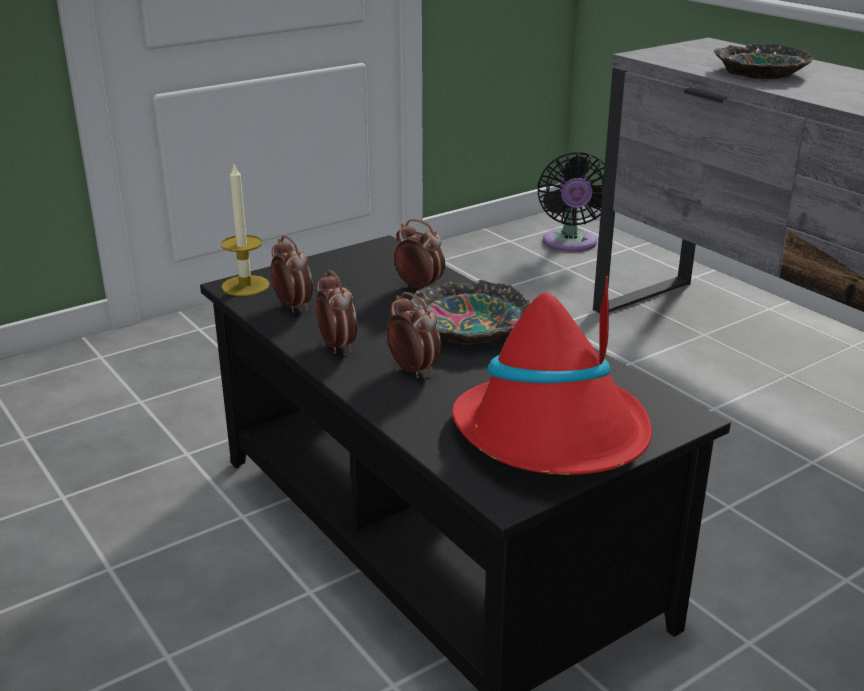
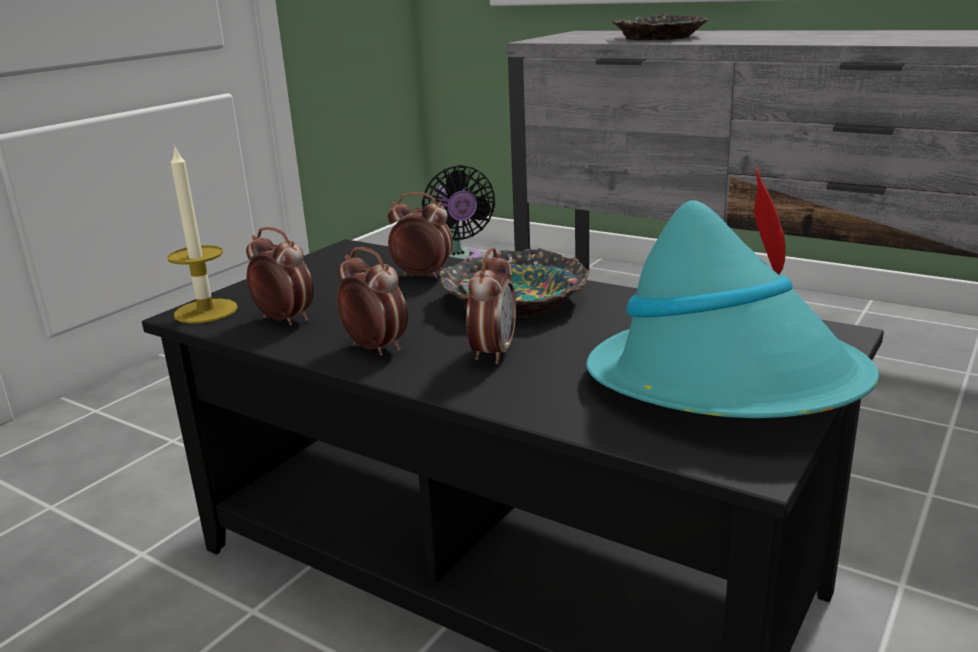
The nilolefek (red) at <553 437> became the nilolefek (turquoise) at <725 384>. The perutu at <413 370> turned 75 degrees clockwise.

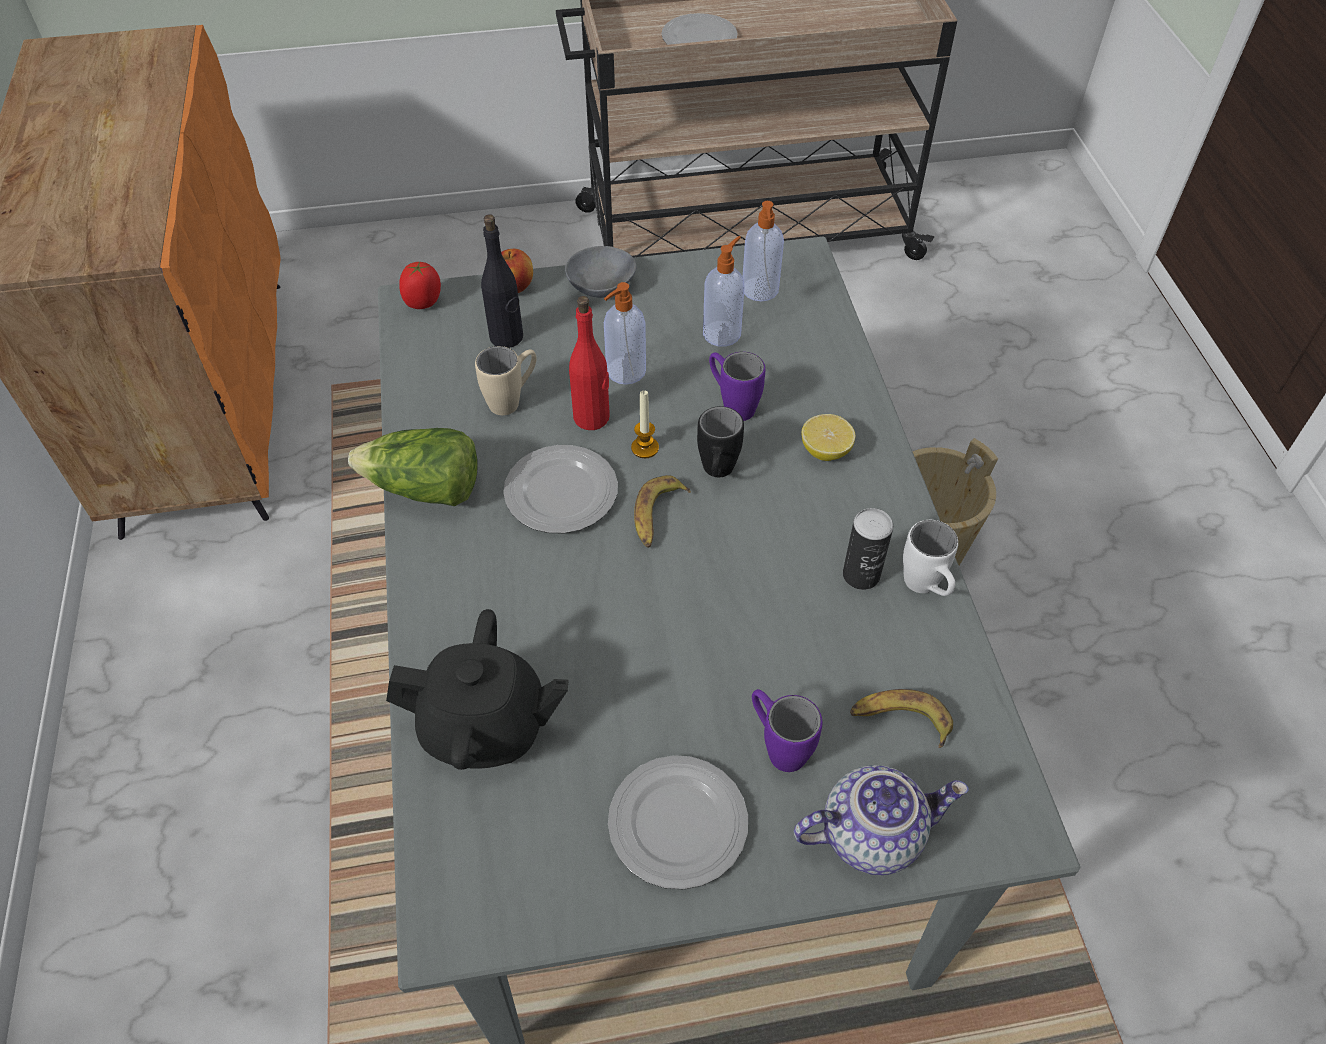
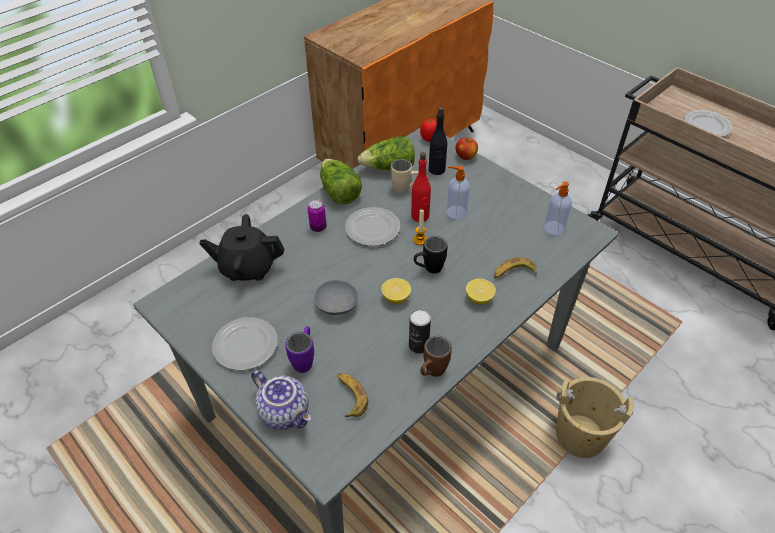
The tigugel at <722 333> disappeared. The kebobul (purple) at <732 405> disappeared. The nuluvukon at <318 227> appeared. The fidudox at <389 168> appeared. The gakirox at <396 298> appeared. The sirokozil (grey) moved from <602 283> to <338 304>. The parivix moved from <657 516> to <513 273>. The kebobul (white) at <925 589> became the kebobul (brown) at <432 373>. The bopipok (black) at <485 727> turned 120 degrees clockwise.

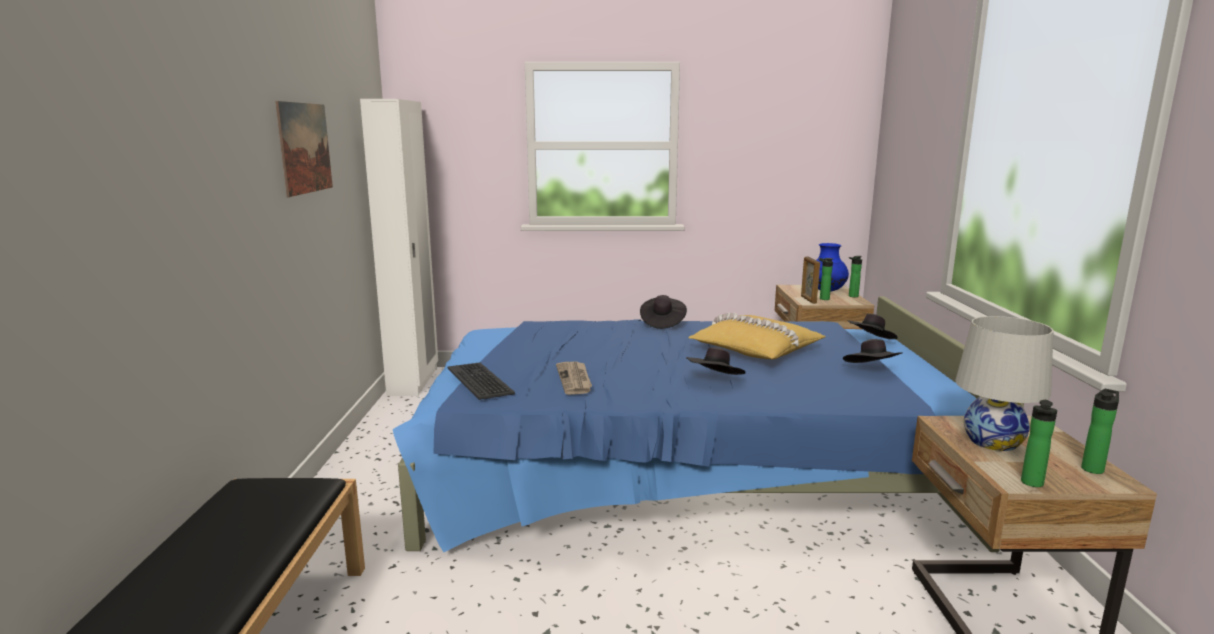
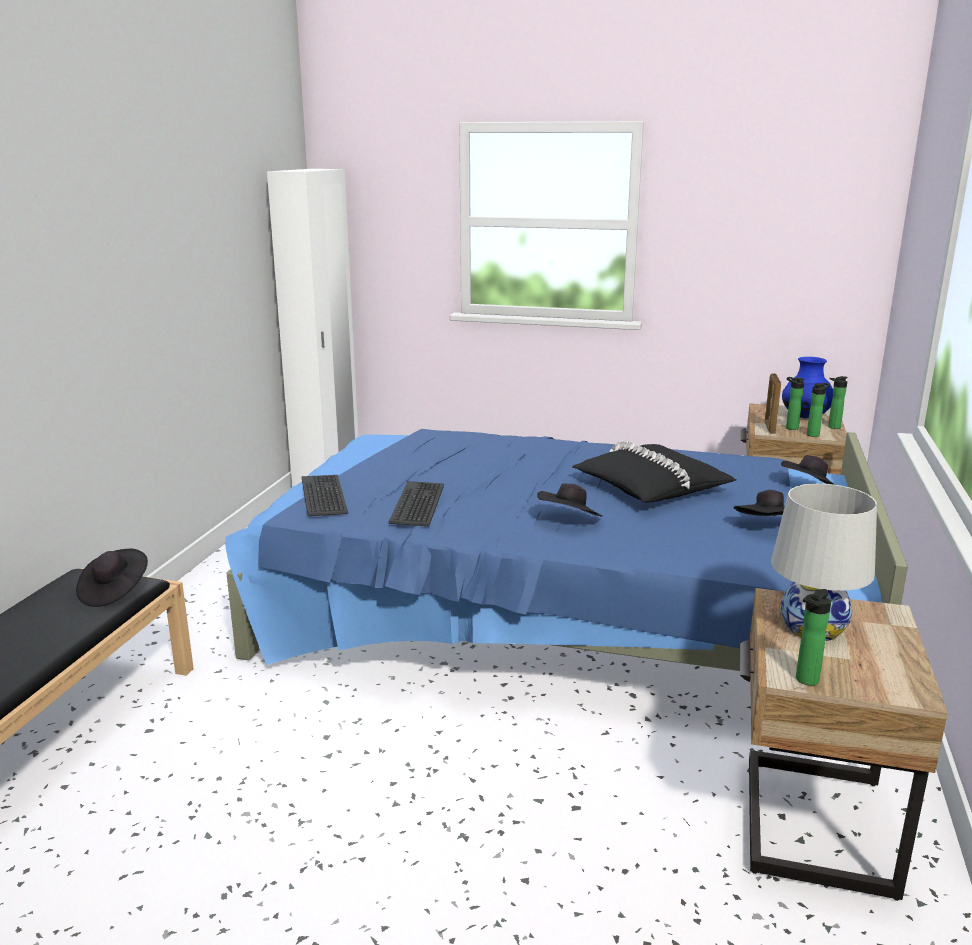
The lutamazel at <305 148> disappeared. The nilolefek (black) moved from <662 322> to <114 592>. The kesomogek moved from <1093 468> to <814 435>. The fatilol at <575 380> was replaced by the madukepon at <418 504>. The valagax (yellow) at <755 349> became the valagax (black) at <650 487>.

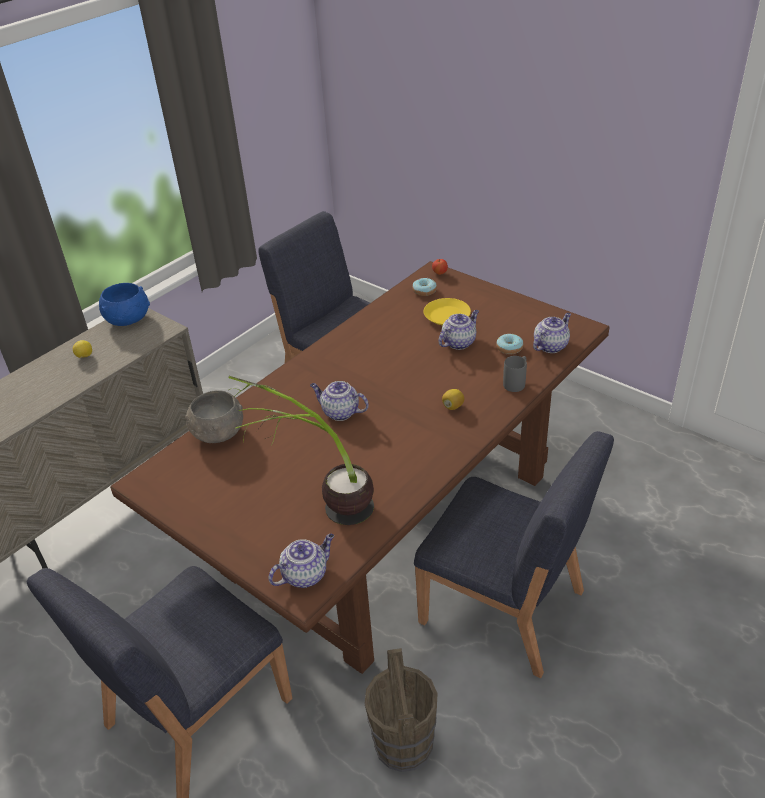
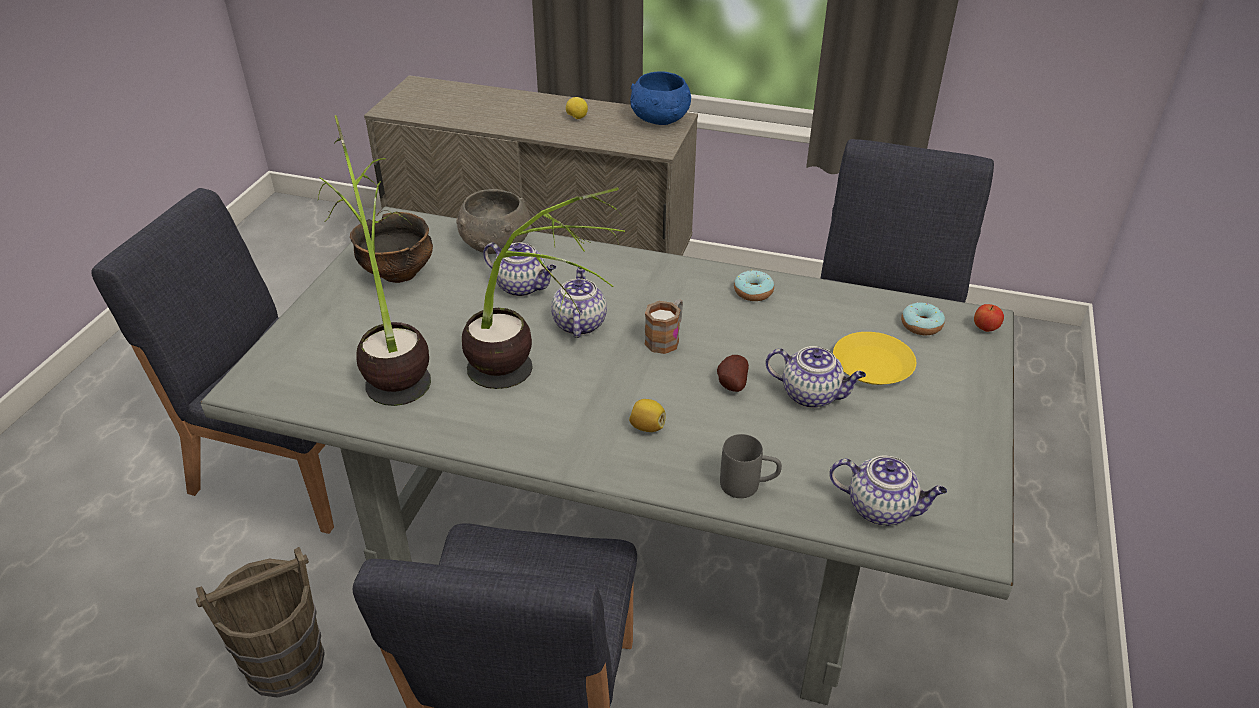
The sirokozil at <398 273> appeared. The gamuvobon at <536 377> appeared. The kebobul at <666 338> appeared. The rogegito at <731 384> appeared. The bopipok moved from <305 574> to <523 287>. The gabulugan moved from <509 348> to <753 292>. The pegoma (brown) at <390 522> became the pegoma (grey) at <633 536>.

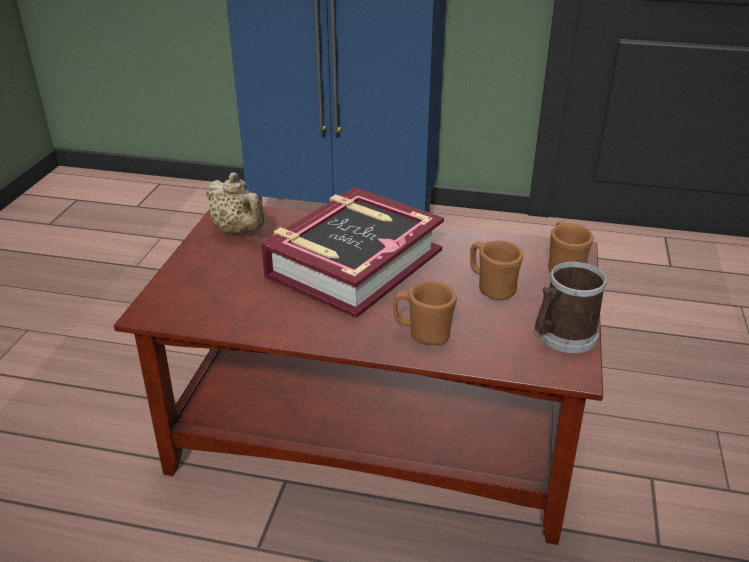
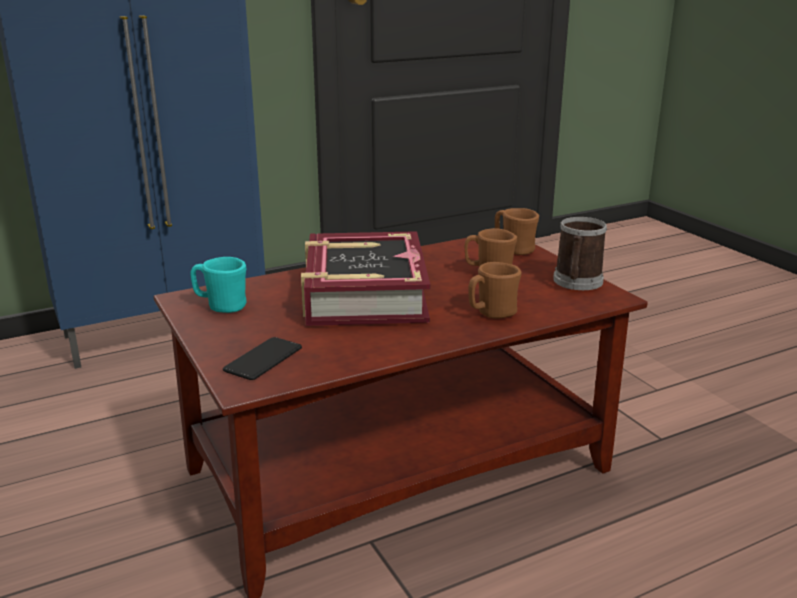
The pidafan at <263 359> appeared. The bopipok (beige) at <239 231> was replaced by the kebobul (turquoise) at <221 306>.

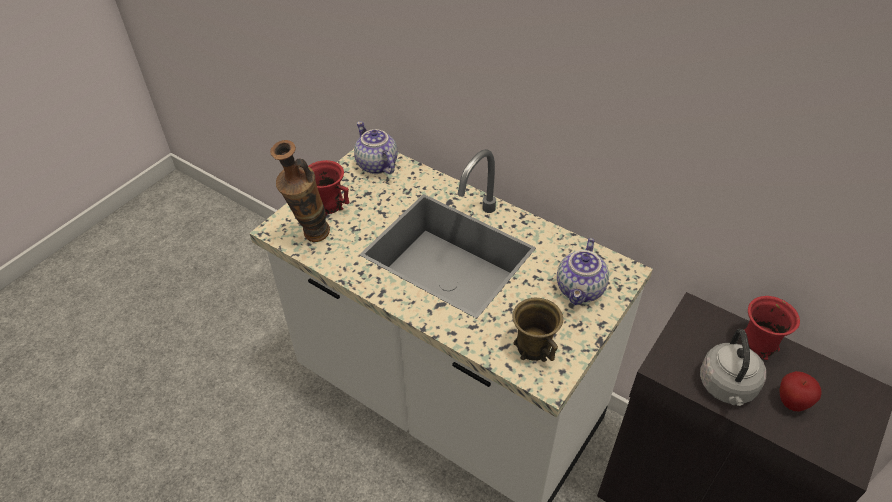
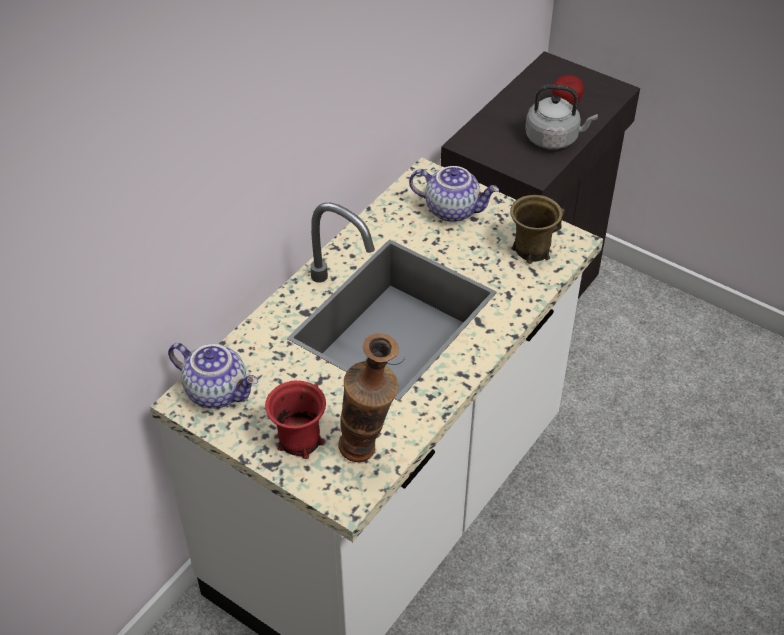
The kebobul (red) at <757 343> disappeared. The bopipok at <375 165> turned 120 degrees counterclockwise.

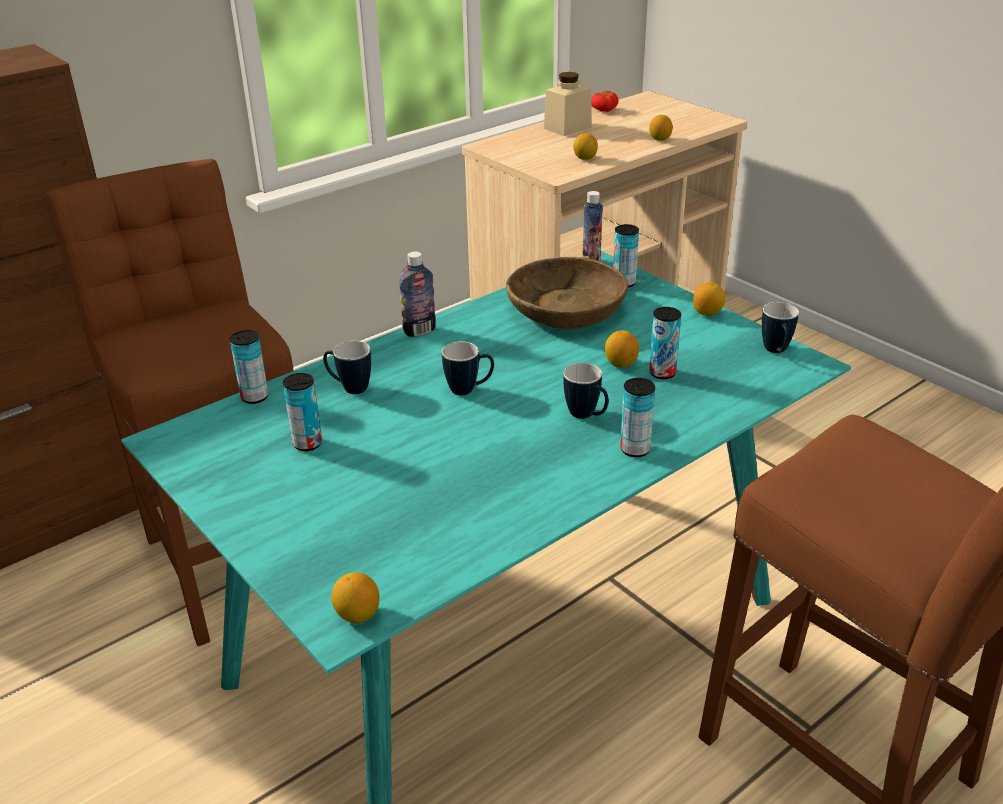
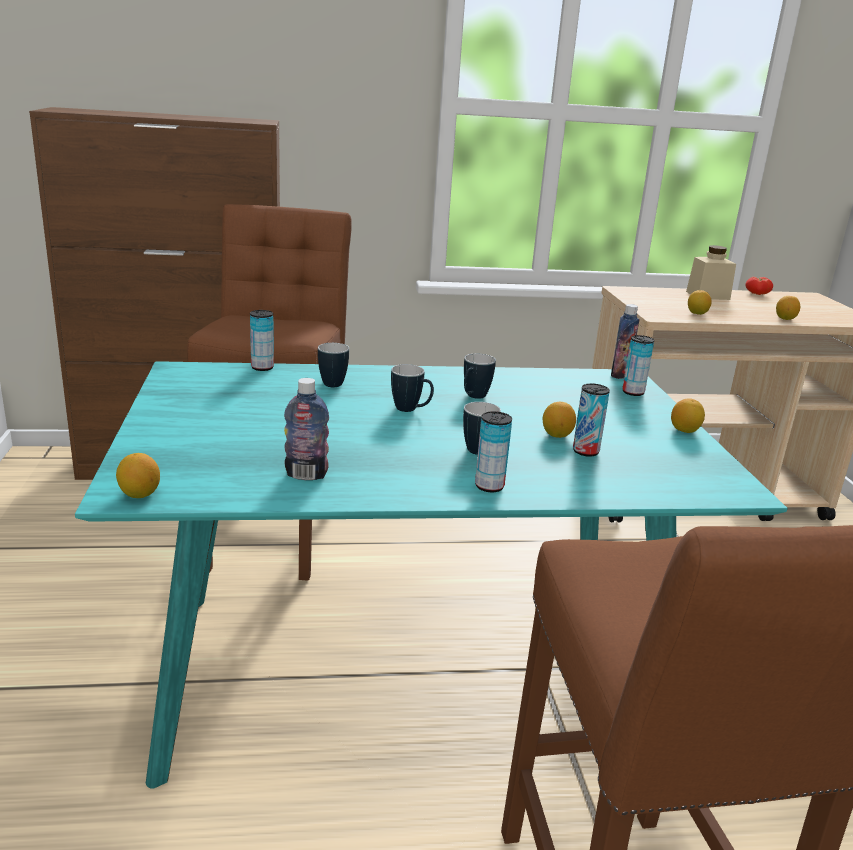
The nuluvukon at <307 443> disappeared. The sirokozil (brown) at <566 309> disappeared. The kesomogek moved from <419 331> to <306 475>. The kebobul moved from <776 352> to <473 397>.

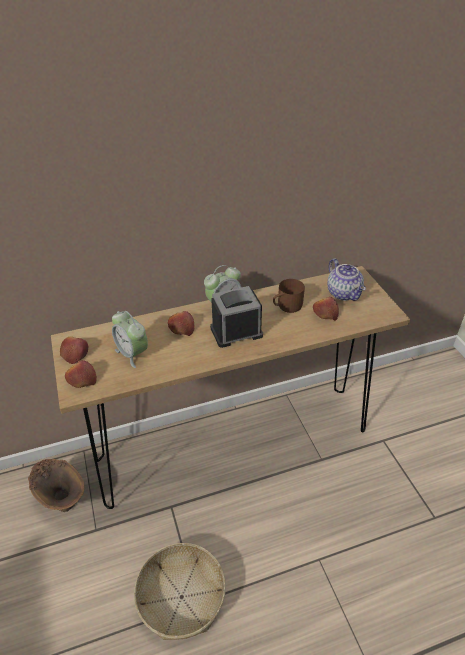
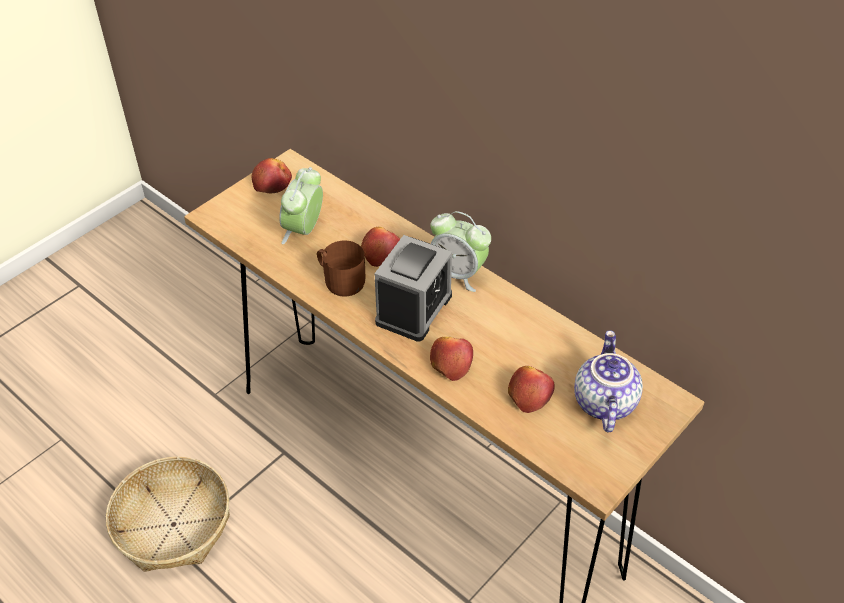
The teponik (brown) at <63 498> disappeared. The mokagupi moved from <82 380> to <451 362>. The kebobul (brown) moved from <286 306> to <340 279>. The perutu at <236 332> turned 75 degrees clockwise. The bopipok at <344 293> turned 150 degrees clockwise.

